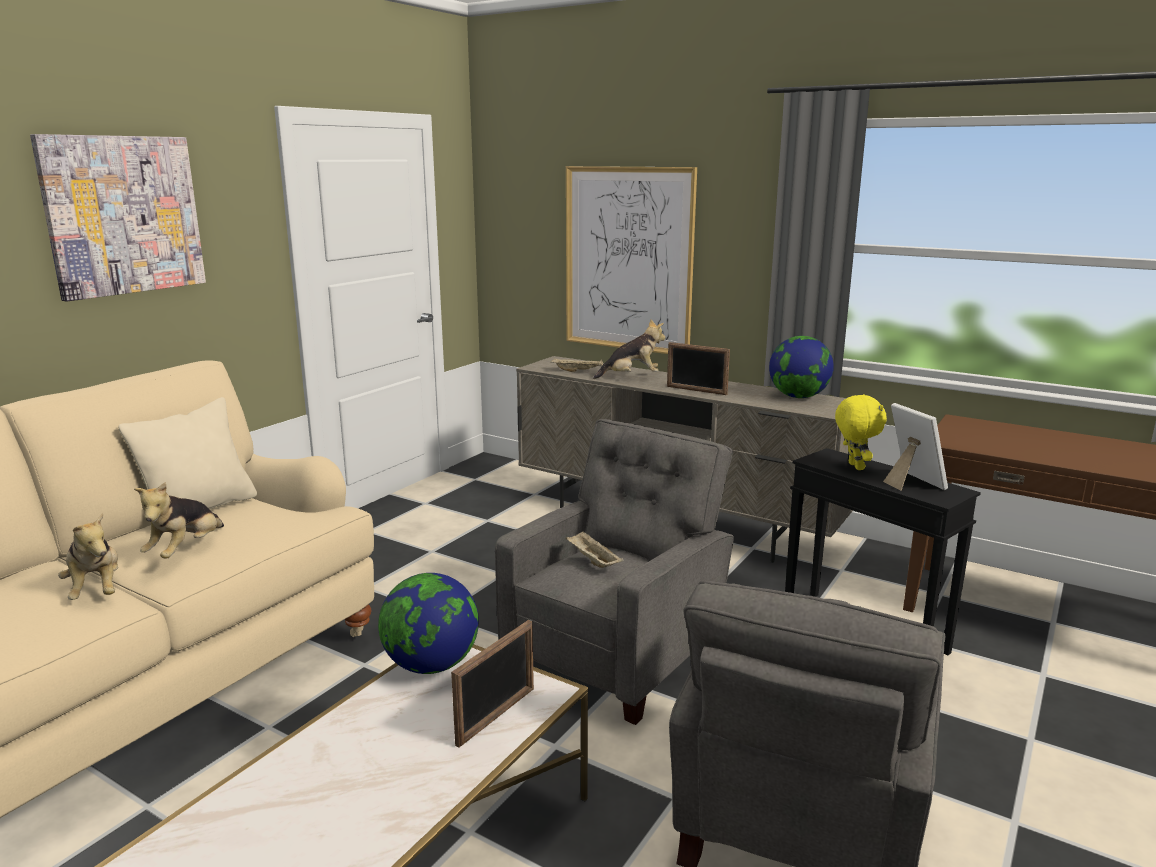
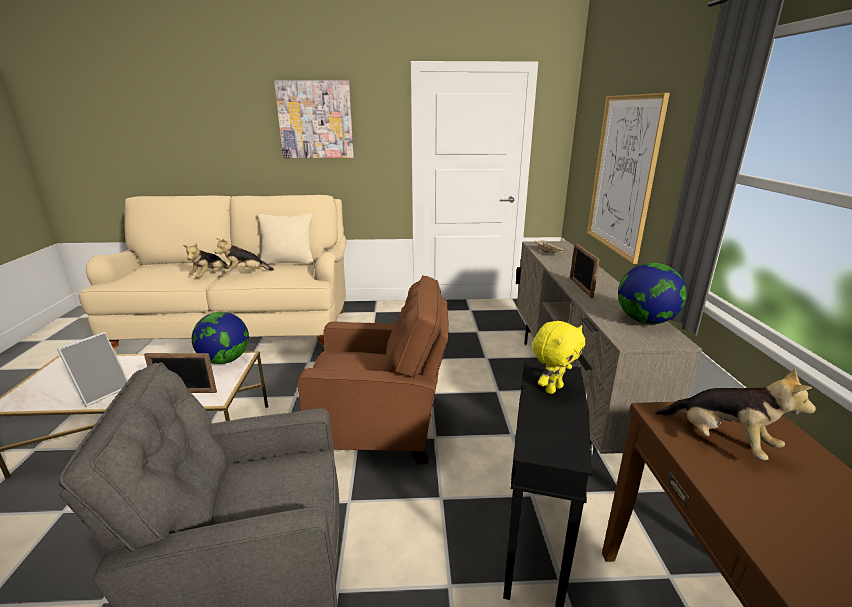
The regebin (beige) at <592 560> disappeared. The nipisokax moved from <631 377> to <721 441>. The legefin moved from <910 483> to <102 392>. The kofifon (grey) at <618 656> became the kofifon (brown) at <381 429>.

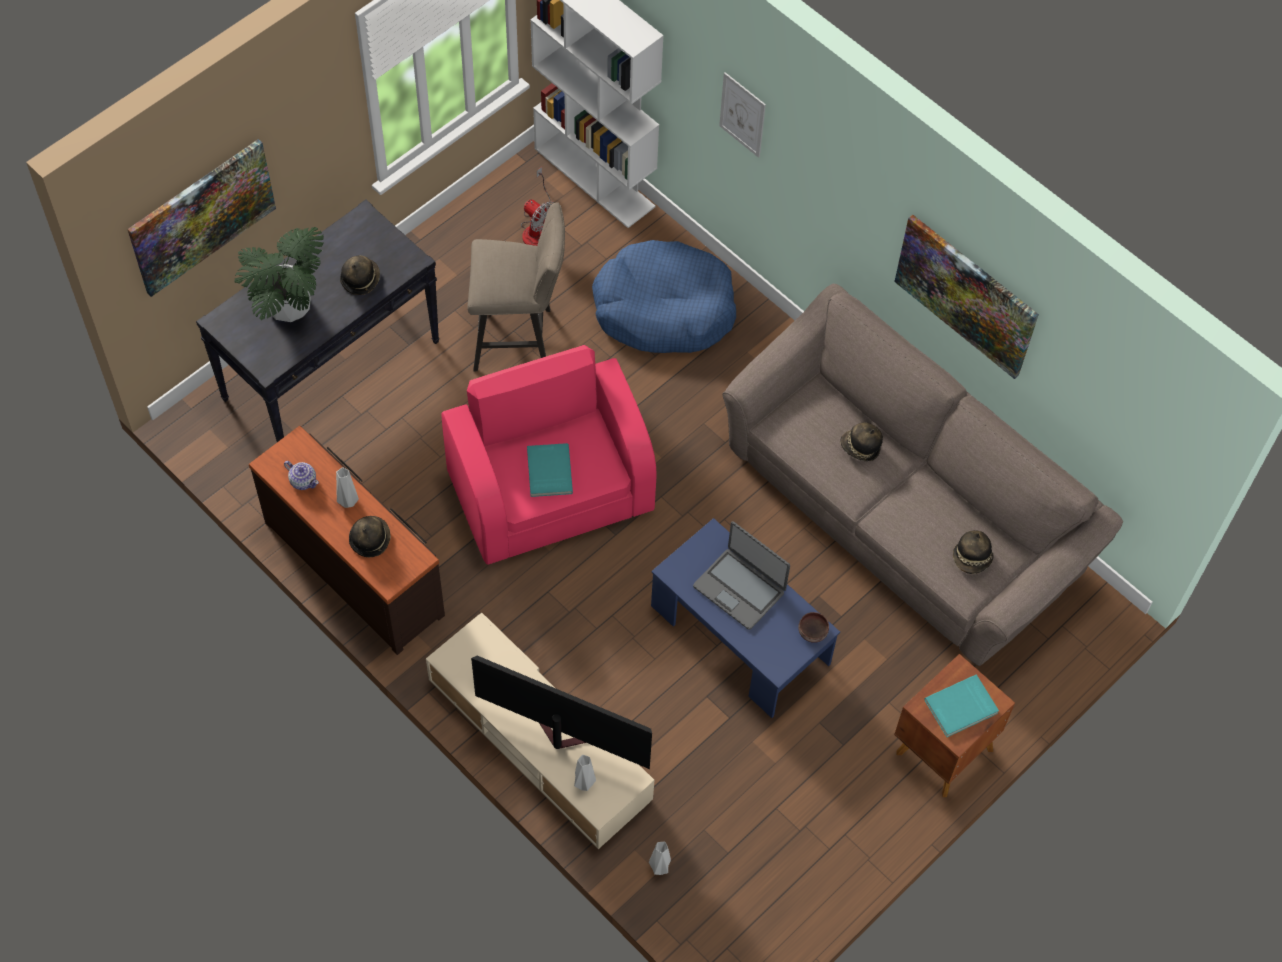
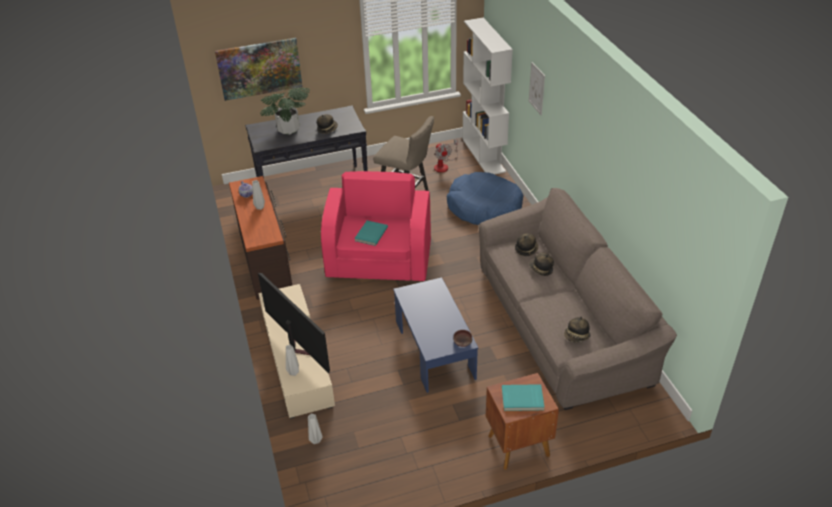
The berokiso at <739 589> disappeared. The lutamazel at <966 295> disappeared. The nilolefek moved from <370 539> to <526 249>.

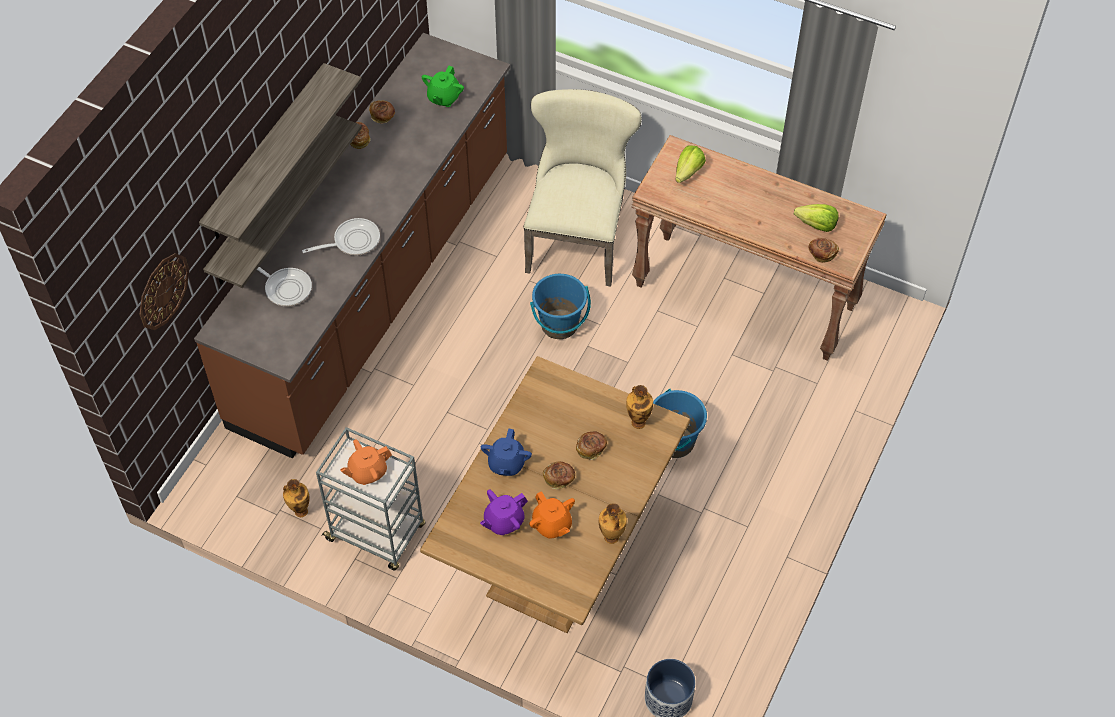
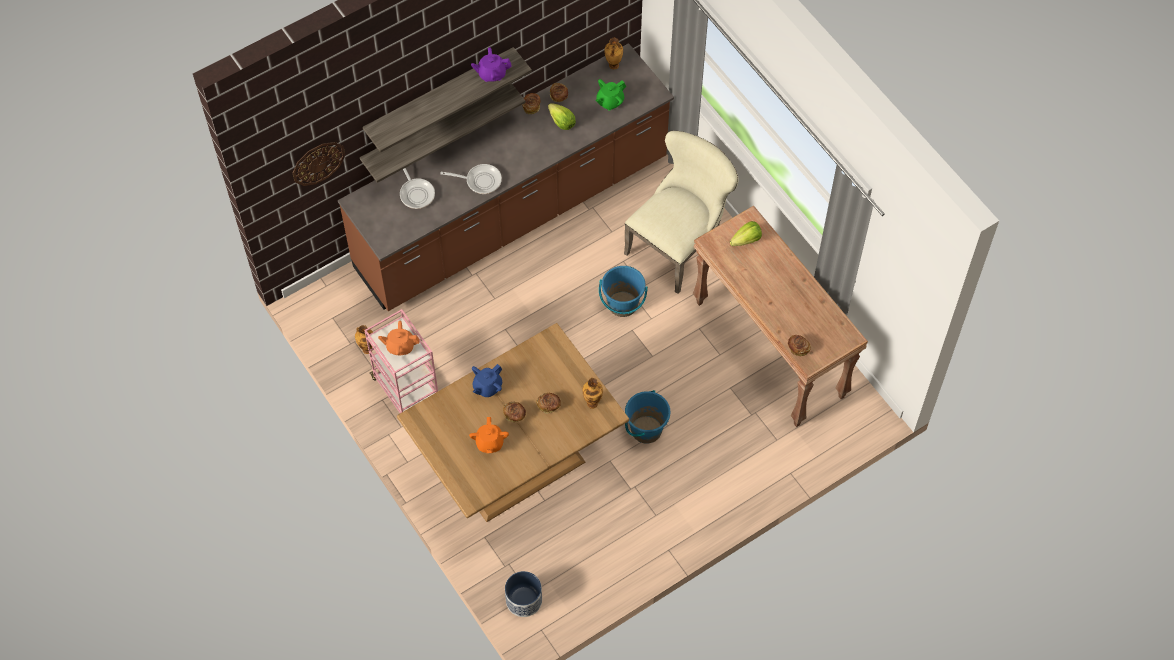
The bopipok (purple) moved from <503 521> to <491 74>. The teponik moved from <611 538> to <613 66>. The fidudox moved from <816 225> to <561 122>. The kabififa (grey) at <377 533> became the kabififa (pink) at <406 390>.

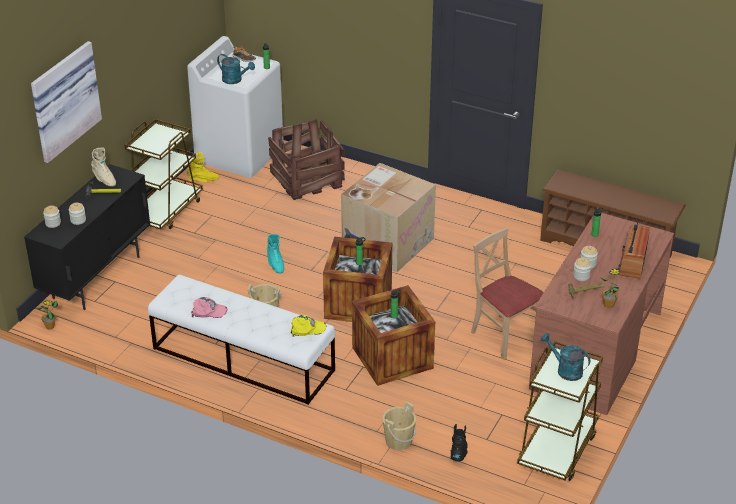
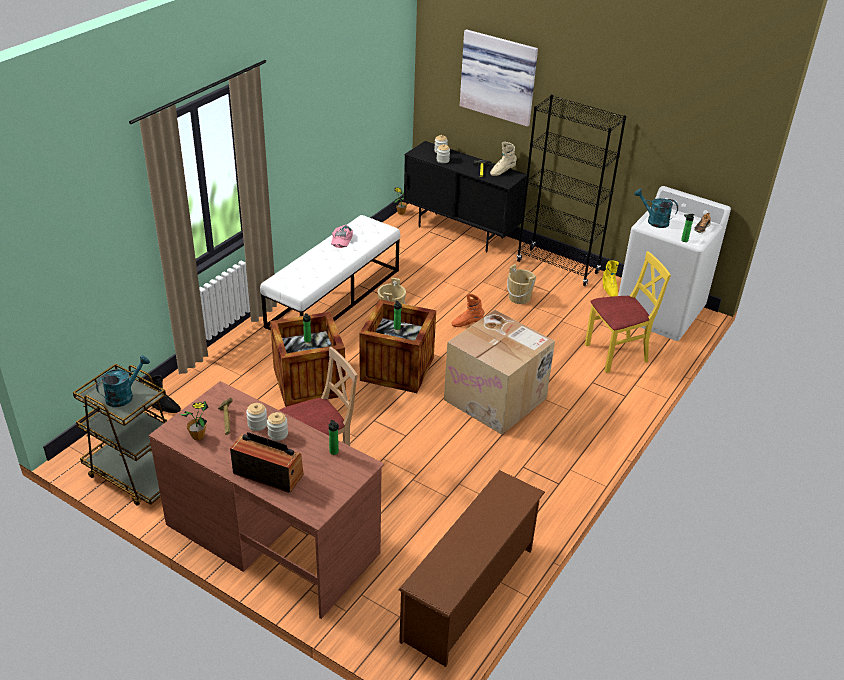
The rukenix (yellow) at <307 328> disappeared. The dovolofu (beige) moved from <398 440> to <519 298>. The kabififa (brown) at <165 210> was replaced by the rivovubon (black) at <557 267>. The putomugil at <308 179> was replaced by the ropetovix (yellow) at <616 354>. The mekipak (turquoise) at <275 264> became the mekipak (orange) at <467 323>. The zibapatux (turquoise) at <235 80> turned 90 degrees clockwise.

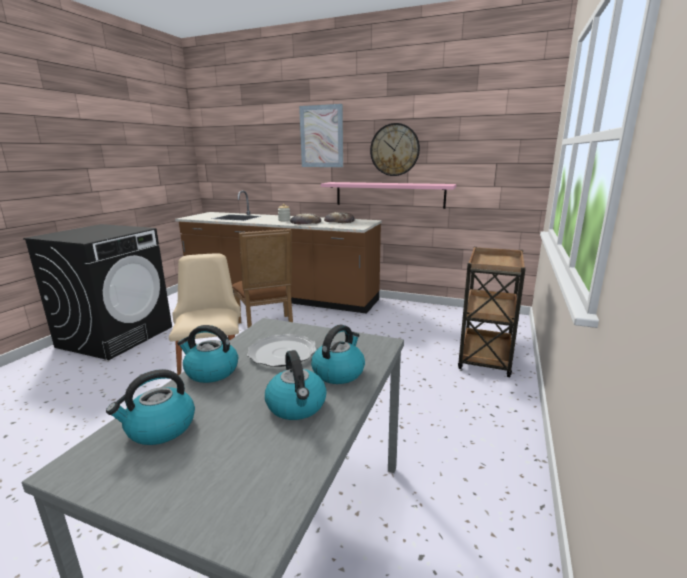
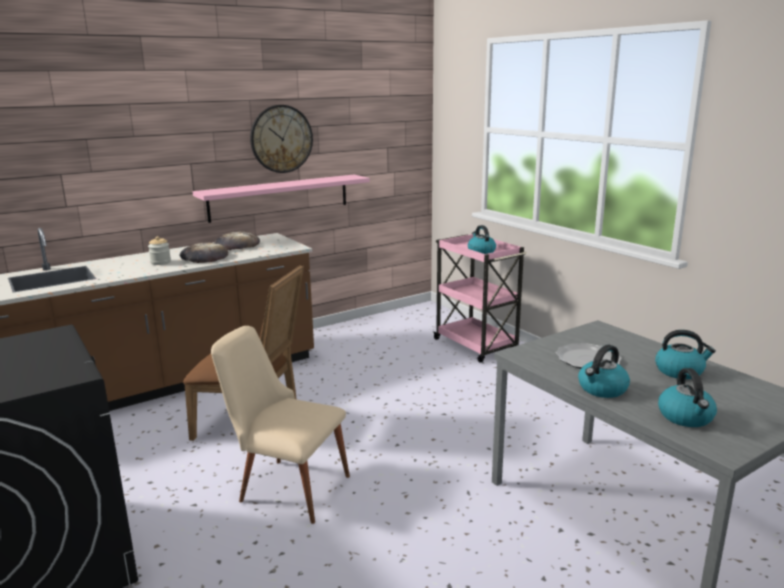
The lutamazel at <321 136> disappeared. The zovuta moved from <338 372> to <481 251>. The kabififa (brown) at <485 357> became the kabififa (pink) at <476 346>.

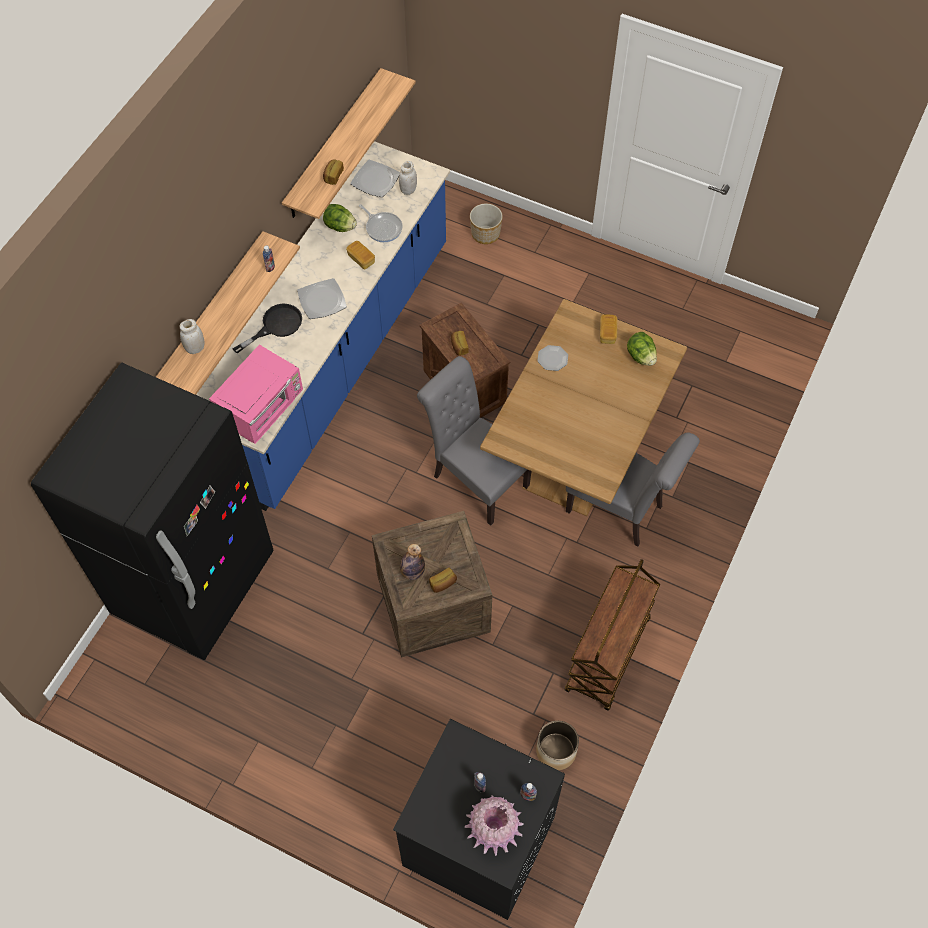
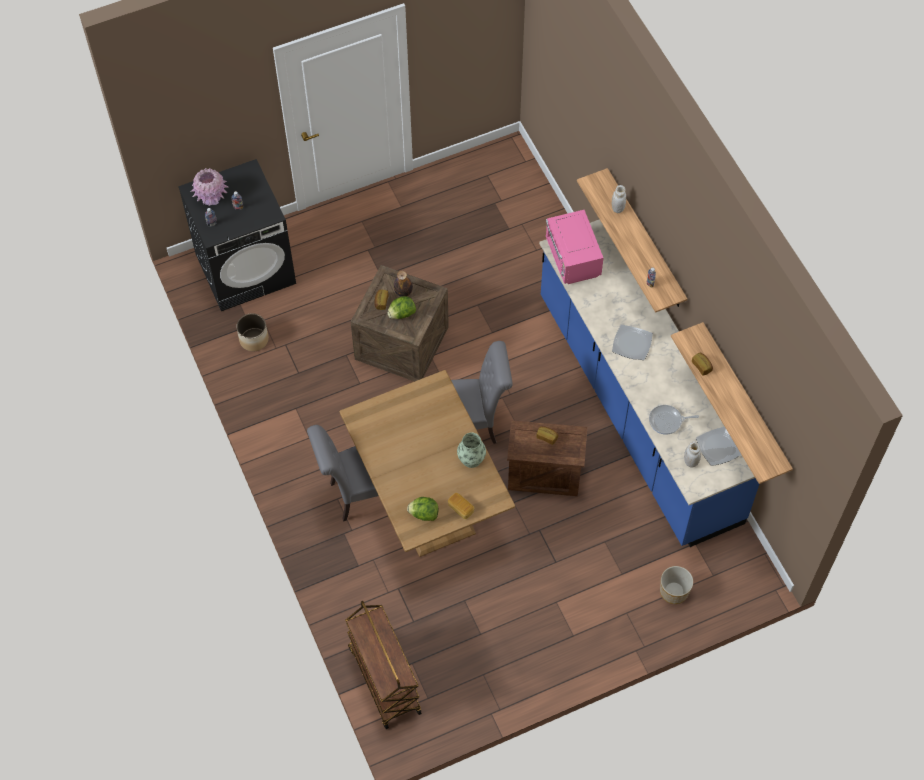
The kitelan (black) at <195 584> disappeared. The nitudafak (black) at <276 326> disappeared. The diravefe at <361 259> disappeared. The fidudox moved from <340 227> to <402 314>. The kabififa (brown) moved from <608 655> to <384 679>. The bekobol at <552 359> was replaced by the teponik at <471 459>.

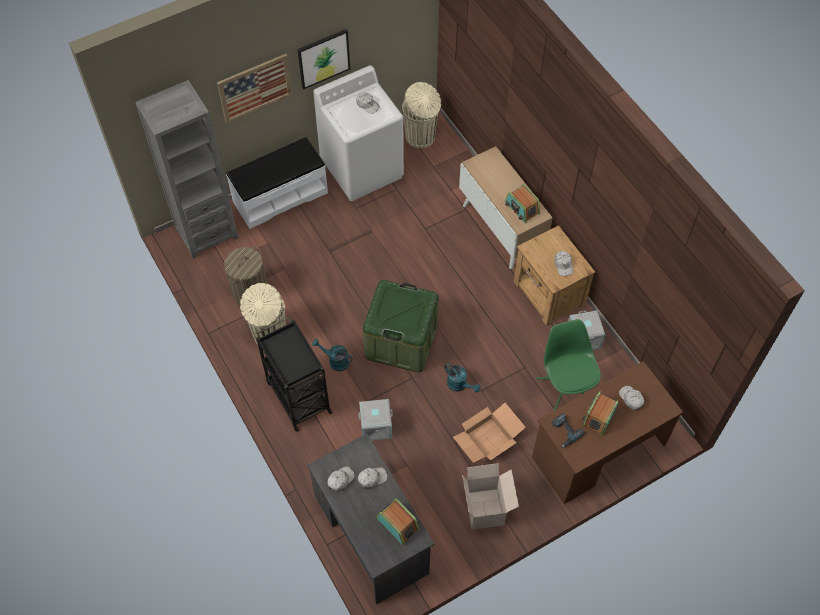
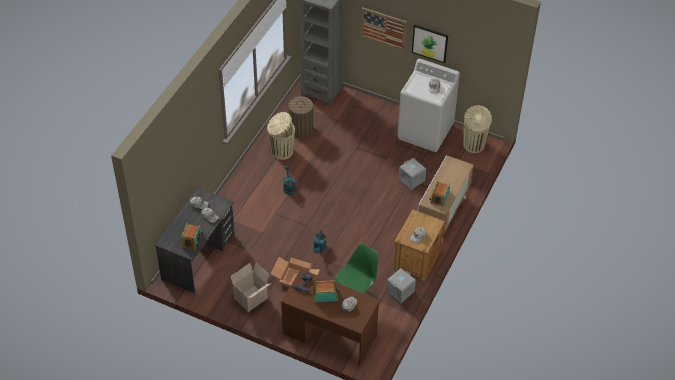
The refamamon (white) at <280 197> disappeared. The kabififa (black) at <298 396> disappeared. The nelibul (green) at <401 341> disappeared. The nelibul (grey) moved from <376 425> to <412 179>.

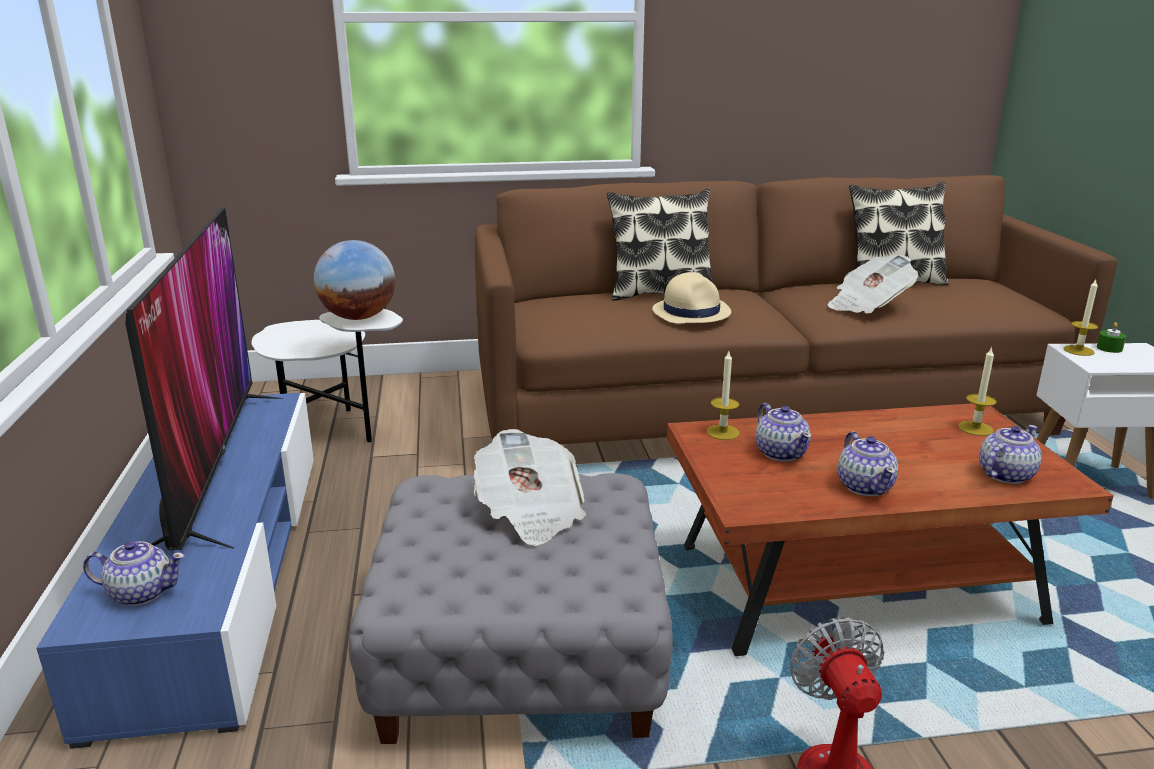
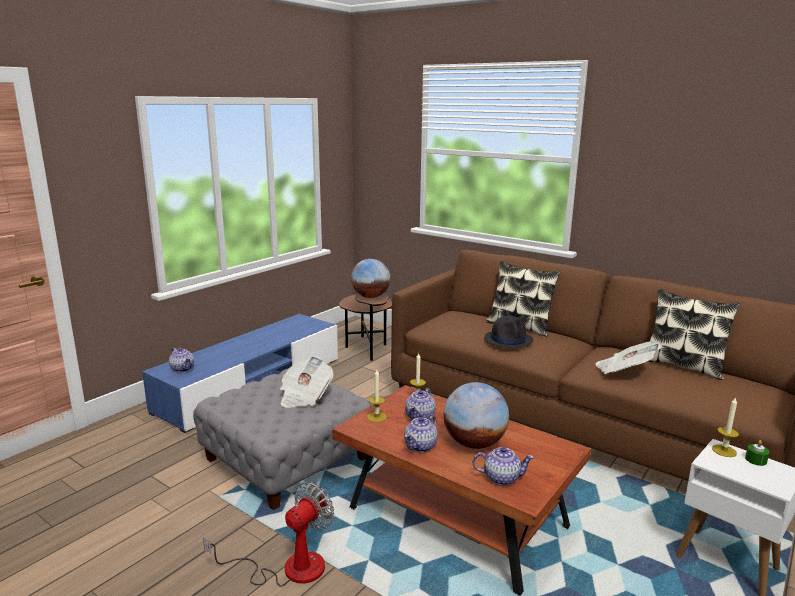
The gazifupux at <214 465> disappeared. The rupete at <474 443> appeared. The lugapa moved from <975 428> to <376 417>. The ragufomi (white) at <332 428> became the ragufomi (brown) at <367 349>. The nilolefek (beige) at <691 312> became the nilolefek (black) at <508 340>.

